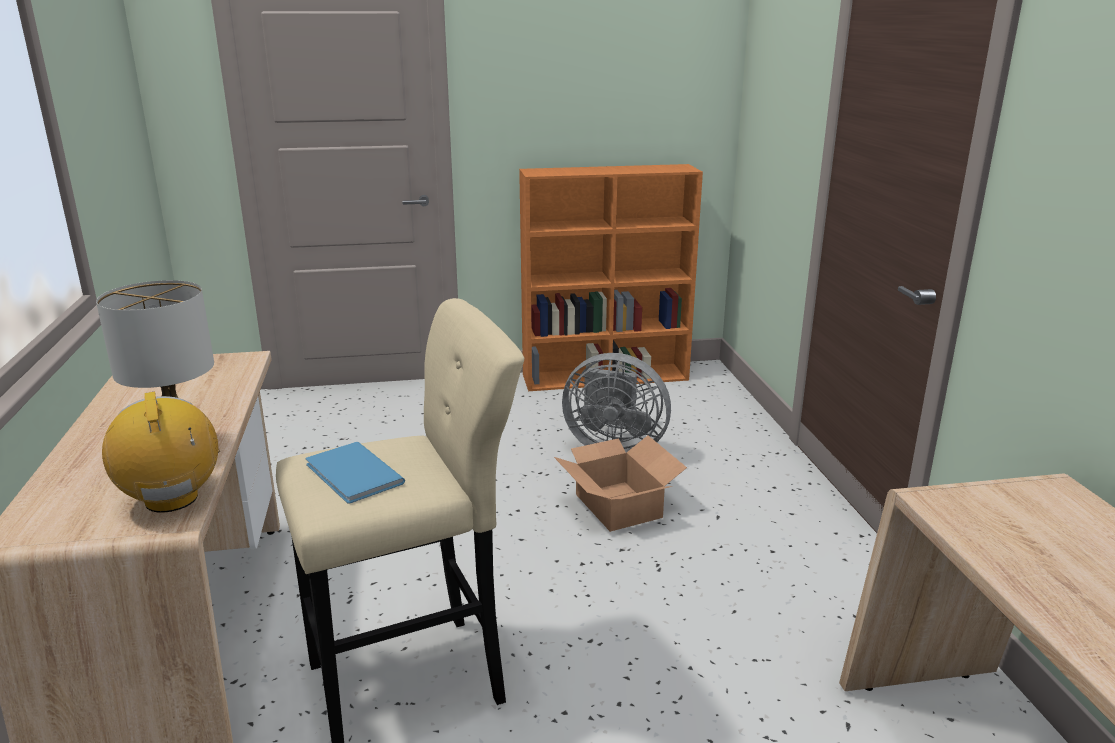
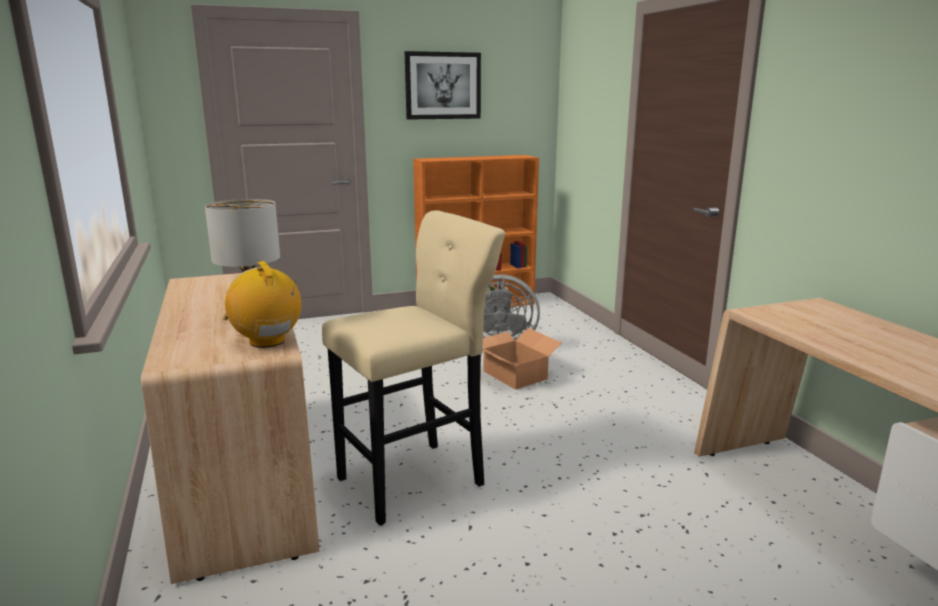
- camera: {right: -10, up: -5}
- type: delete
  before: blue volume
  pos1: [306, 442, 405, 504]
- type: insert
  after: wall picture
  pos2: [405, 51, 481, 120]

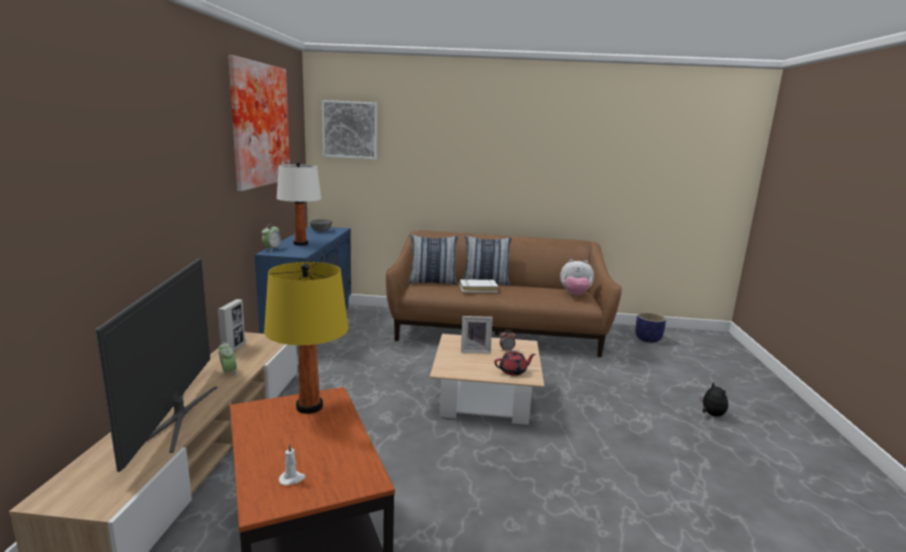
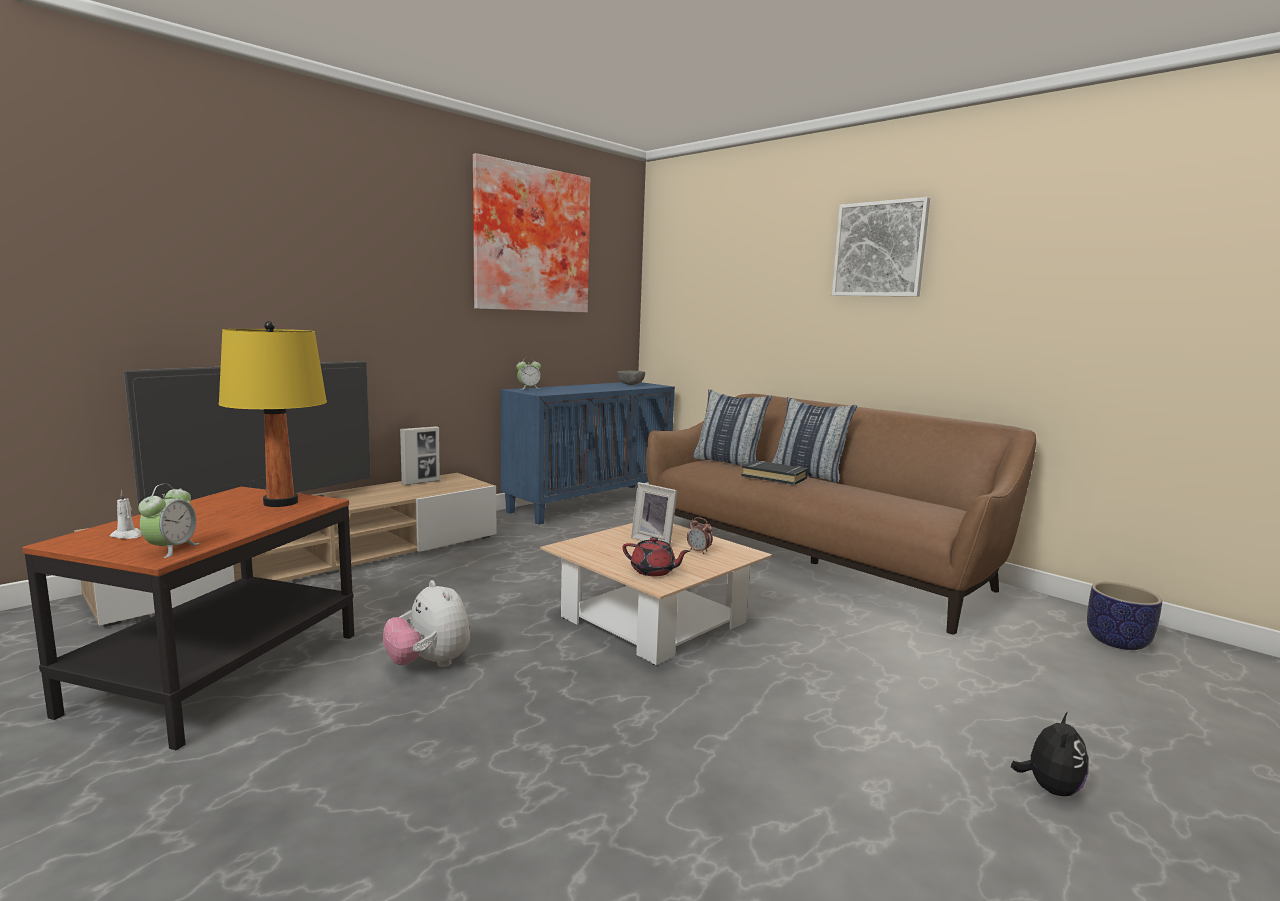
- camera: {right: 40, up: -5}
- type: move
  before: table clock
  pos1: [219, 342, 238, 376]
  pos2: [138, 483, 200, 558]
- type: delete
  before: white-coloured tabletop lamp
  pos1: [277, 162, 322, 246]
- type: move
  before: wall picture
  pos1: [322, 100, 377, 160]
  pos2: [832, 197, 930, 297]
- type: recolor
  before: white-coloured volume
  after: black volume
  pos1: [460, 279, 498, 293]
  pos2: [741, 461, 808, 485]
- type: move
  before: soft toy
  pos1: [560, 259, 594, 295]
  pos2: [383, 580, 470, 668]

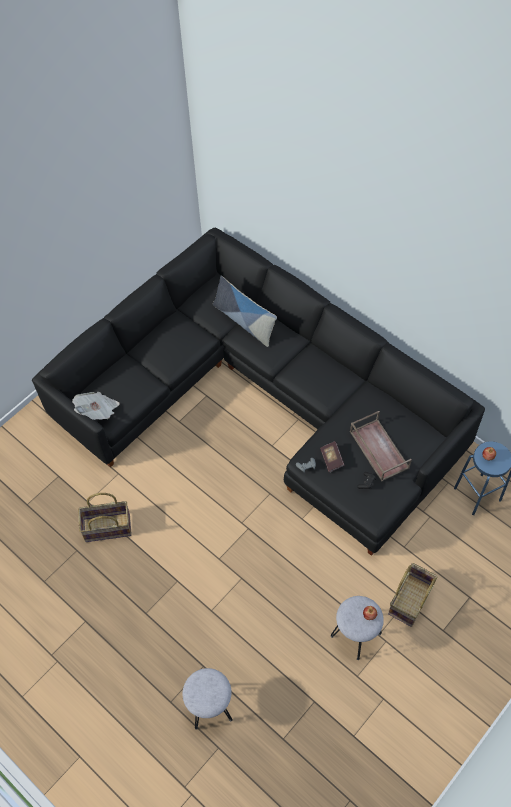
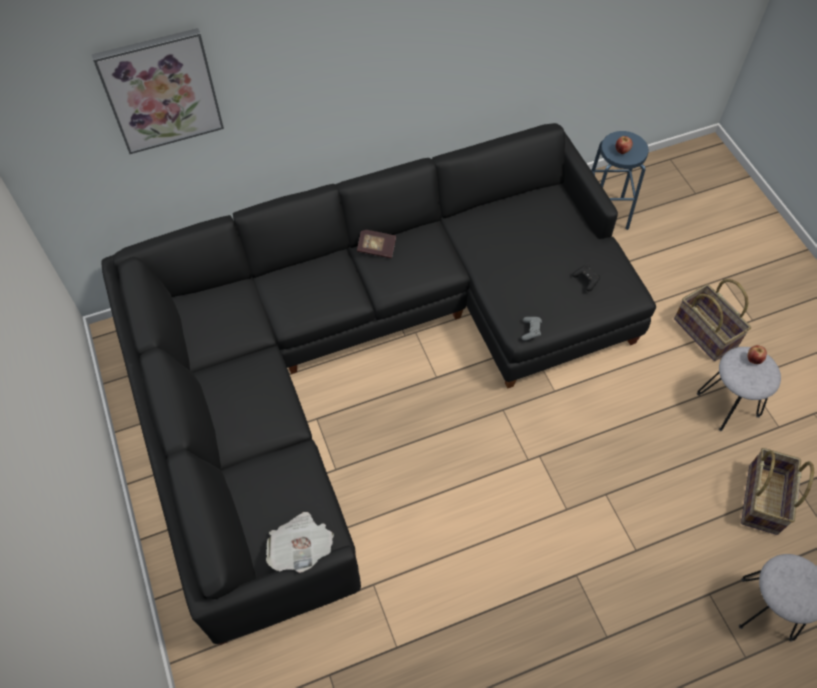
- camera: {right: -65, up: 0}
- type: move
  before: basket
  pos1: [78, 493, 132, 542]
  pos2: [741, 448, 814, 535]
- type: delete
  before: pillow
  pos1: [213, 276, 277, 347]
- type: move
  before: volume
  pos1: [320, 441, 344, 473]
  pos2: [357, 230, 396, 259]
- type: delete
  before: brown carrying tray
  pos1: [350, 411, 412, 482]
- type: insert
  after: wall picture
  pos2: [92, 28, 224, 154]

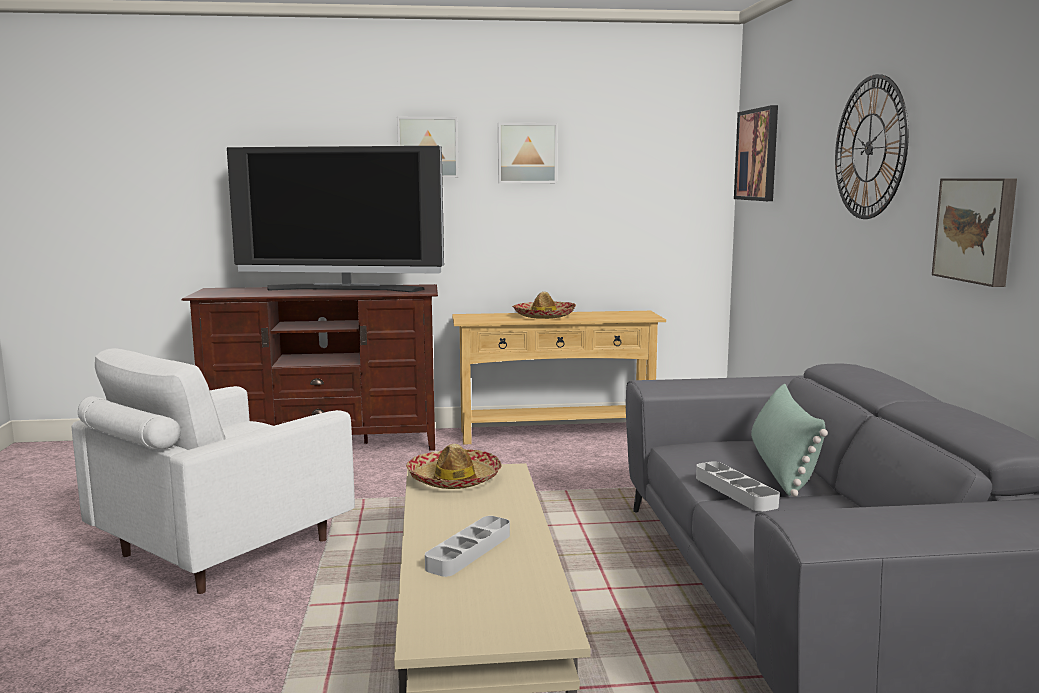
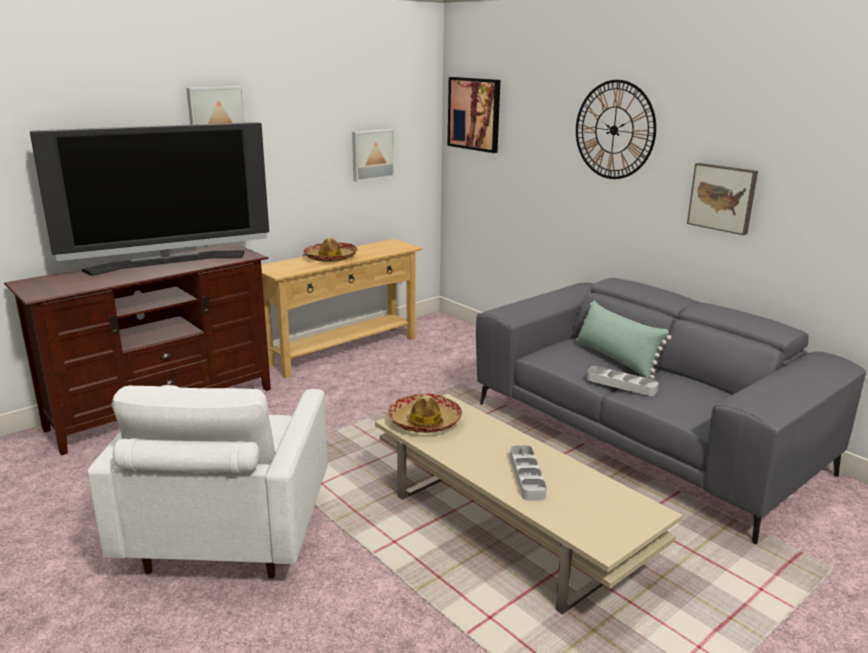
- camera: {right: -35, up: 10}
- type: move
  before: wall picture
  pos1: [498, 123, 557, 183]
  pos2: [352, 129, 395, 182]

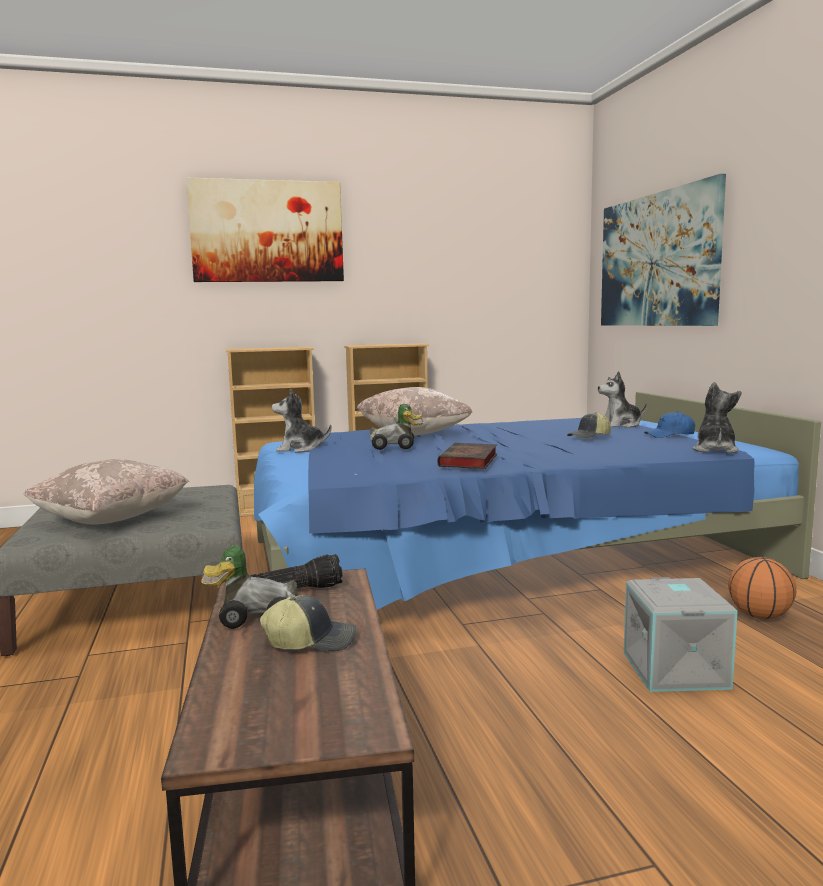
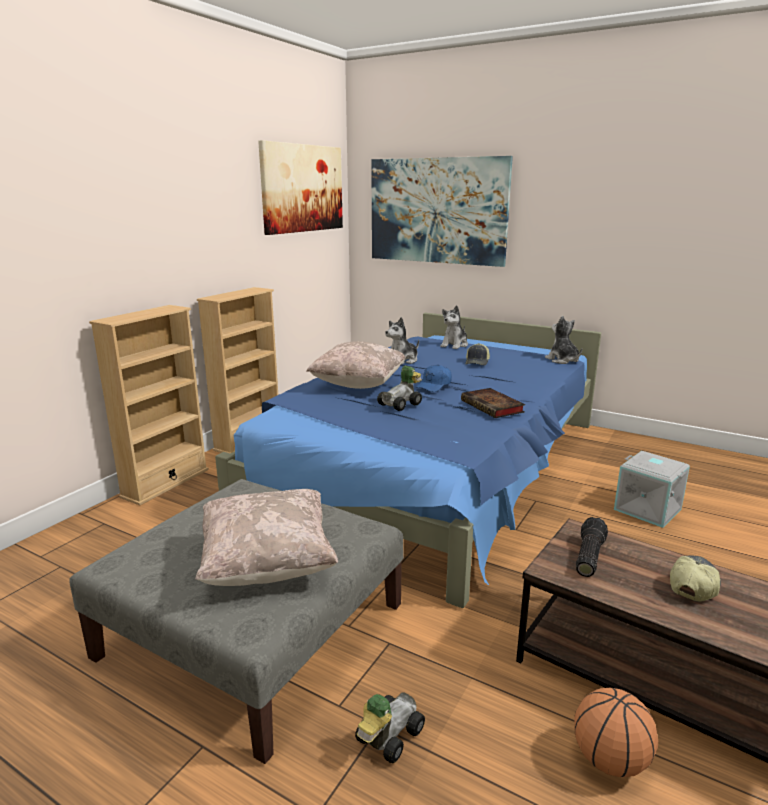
- camera: {right: -45, up: 10}
- type: move
  before: wall picture
  pos1: [186, 178, 344, 282]
  pos2: [258, 140, 343, 235]
- type: move
  before: miniature car
  pos1: [201, 545, 298, 629]
  pos2: [355, 692, 425, 763]
- type: move
  before: soft toy
  pos1: [272, 388, 331, 453]
  pos2: [385, 317, 419, 365]
- type: move
  before: blue cap
  pos1: [644, 411, 695, 438]
  pos2: [415, 365, 452, 392]
- type: move
  before: basketball ball
  pos1: [728, 557, 796, 619]
  pos2: [574, 688, 658, 777]

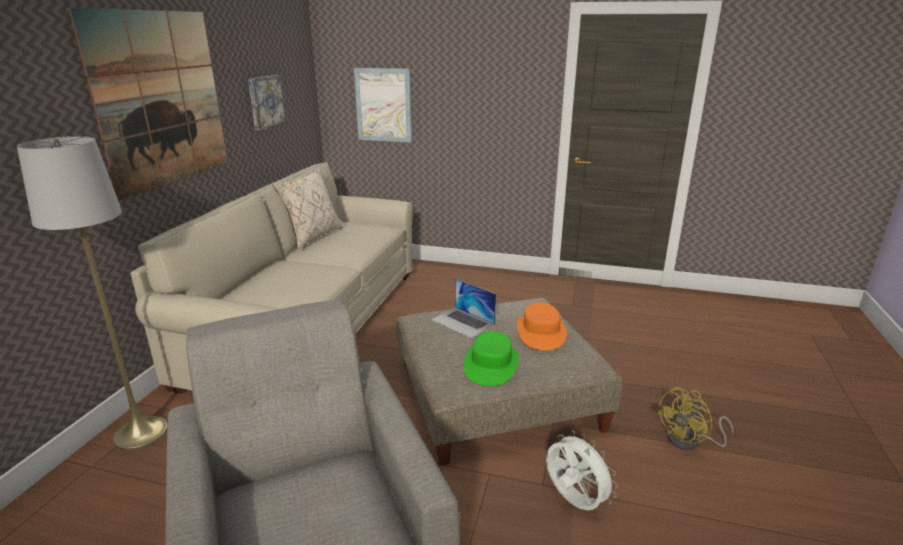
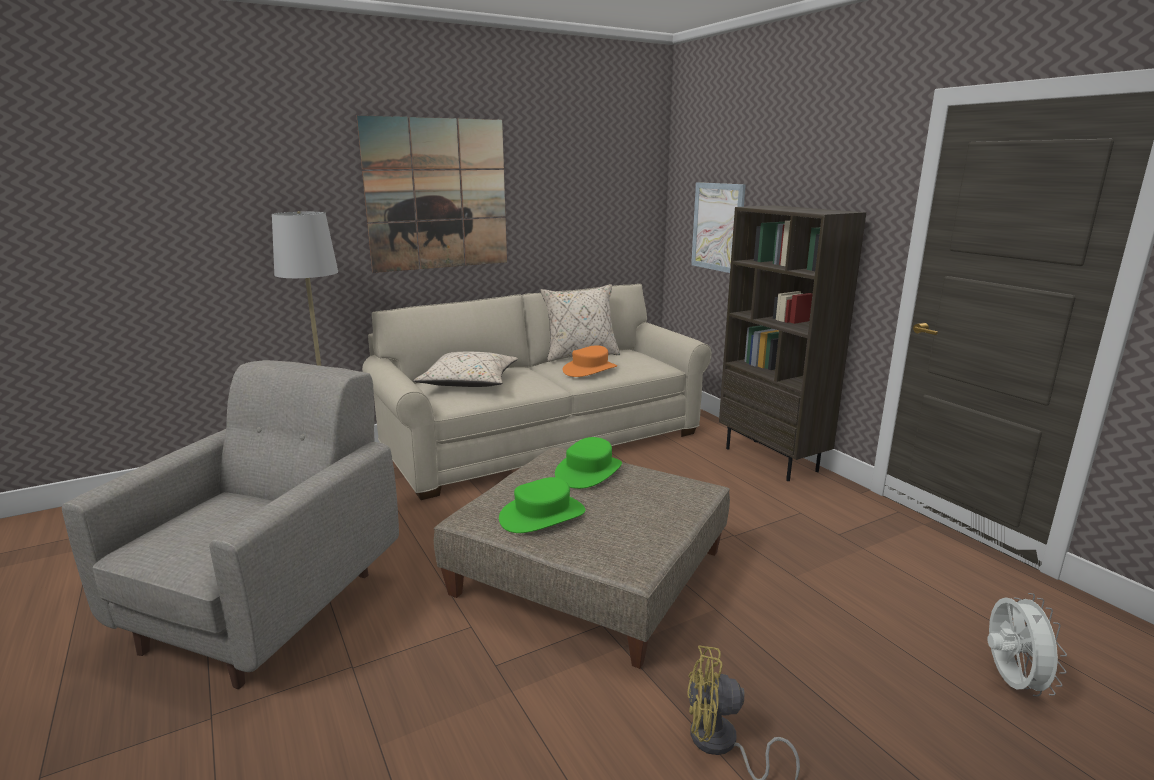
- camera: {right: 45, up: -5}
- type: delete
  before: wall picture
  pos1: [248, 75, 286, 131]
- type: replace
  before: laptop
  after: greenish clothing hat
  pos1: [431, 279, 496, 339]
  pos2: [555, 437, 622, 489]
- type: move
  before: orangey clothing hat
  pos1: [517, 303, 567, 351]
  pos2: [563, 345, 617, 377]
- type: move
  before: white-coloured cooling fan
  pos1: [546, 430, 618, 510]
  pos2: [987, 593, 1067, 696]
- type: insert
  after: sand-coloured pillow
  pos2: [413, 352, 518, 387]
- type: insert
  after: brown bookcase
  pos2: [719, 205, 866, 481]

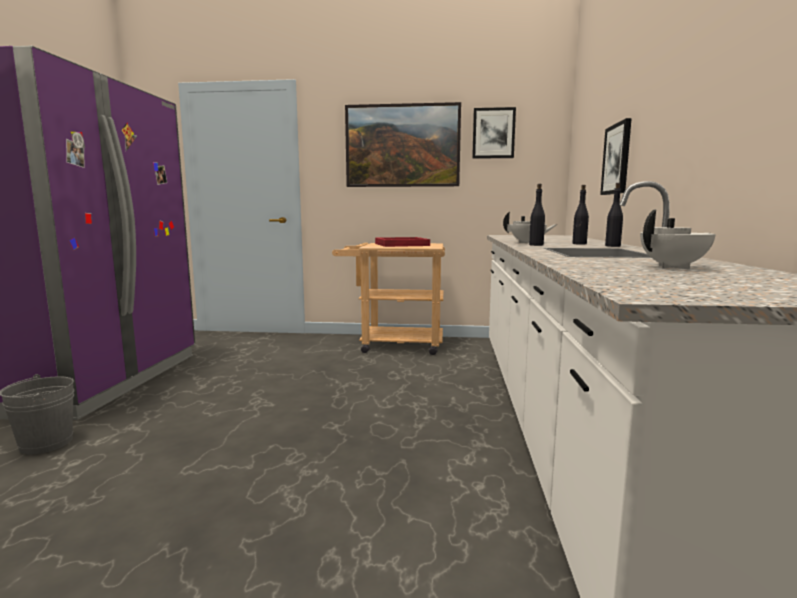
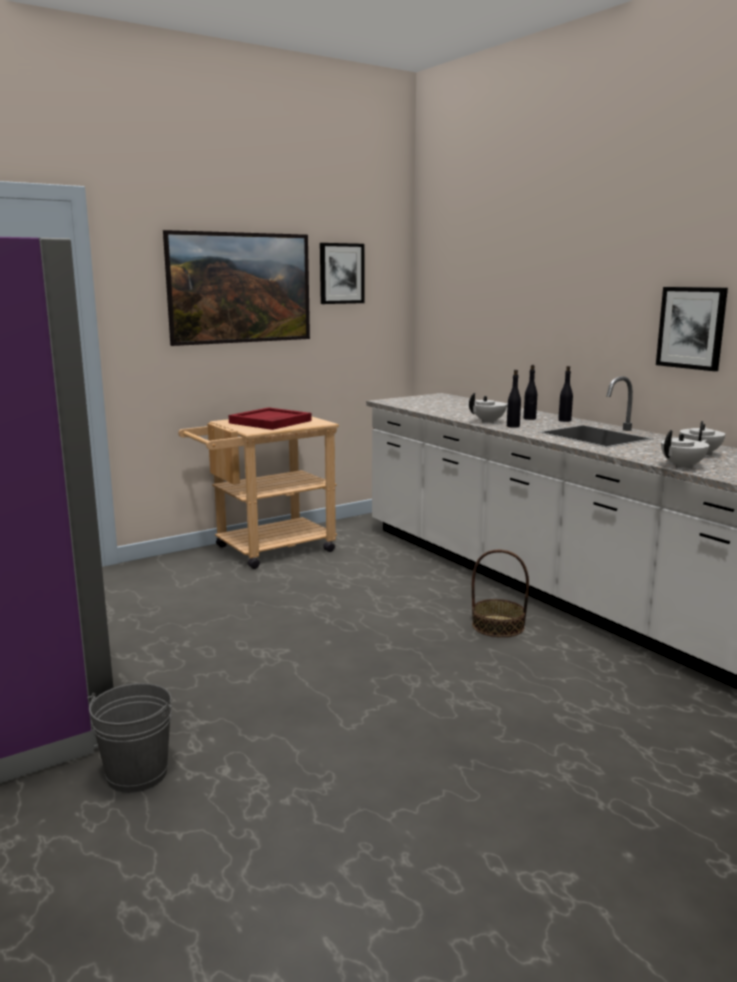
- camera: {right: -40, up: 5}
- type: move
  before: wall picture
  pos1: [600, 118, 632, 195]
  pos2: [656, 287, 728, 371]
- type: insert
  after: basket
  pos2: [472, 550, 529, 637]
- type: insert
  after: white-coloured tea pot
  pos2: [661, 430, 709, 469]

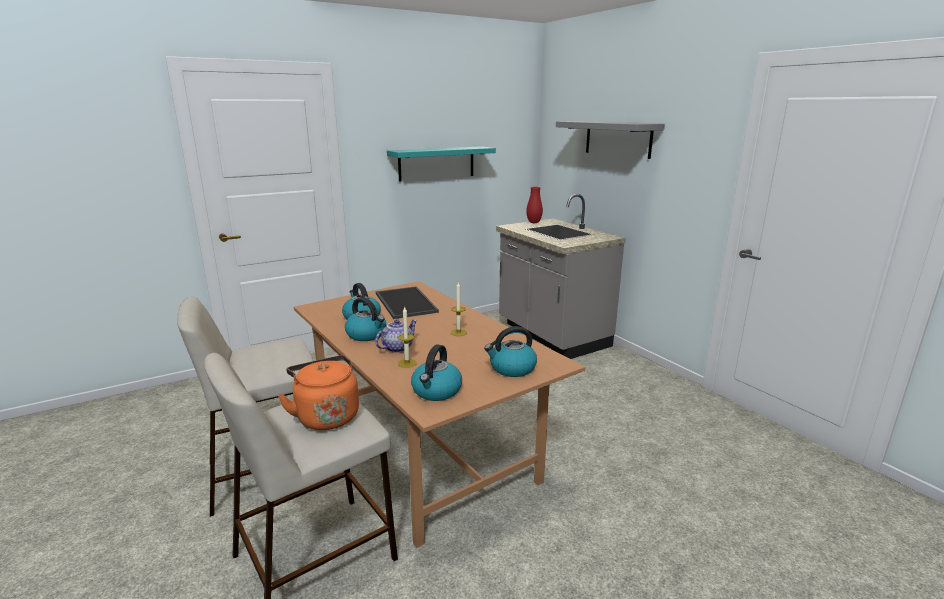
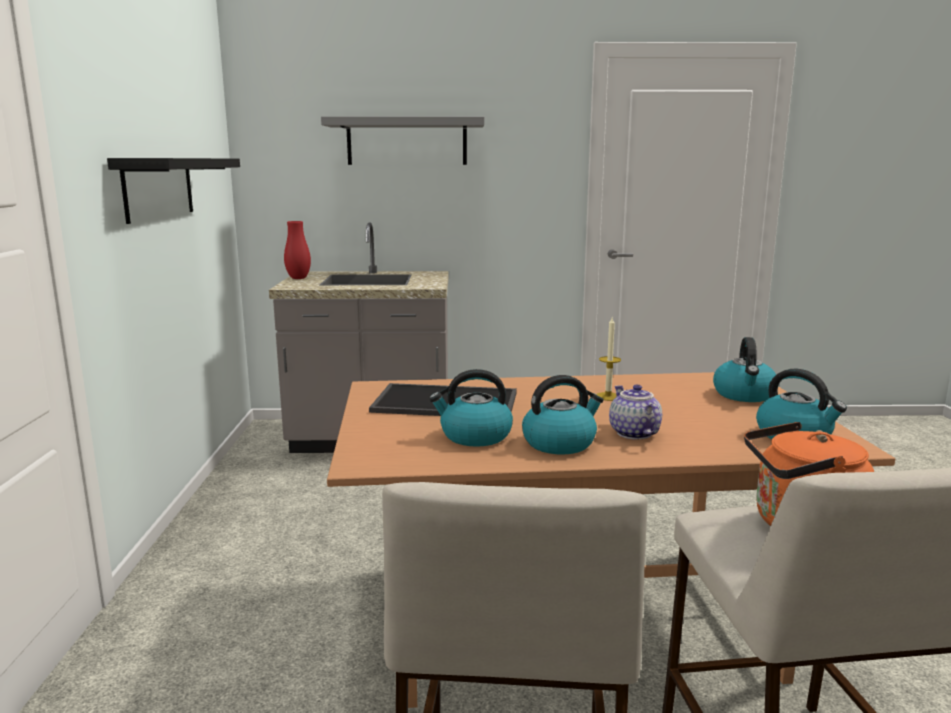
- camera: {right: -60, up: -5}
- type: recolor
  before: turquoise bracket shelf
  after: black bracket shelf
  pos1: [387, 146, 496, 181]
  pos2: [107, 158, 240, 224]
- type: delete
  before: candle
  pos1: [398, 307, 417, 368]

